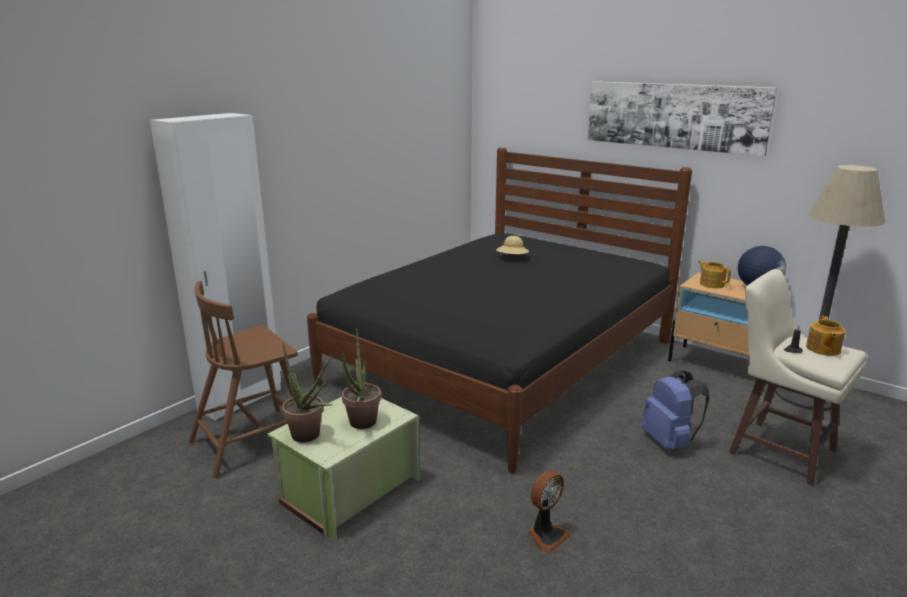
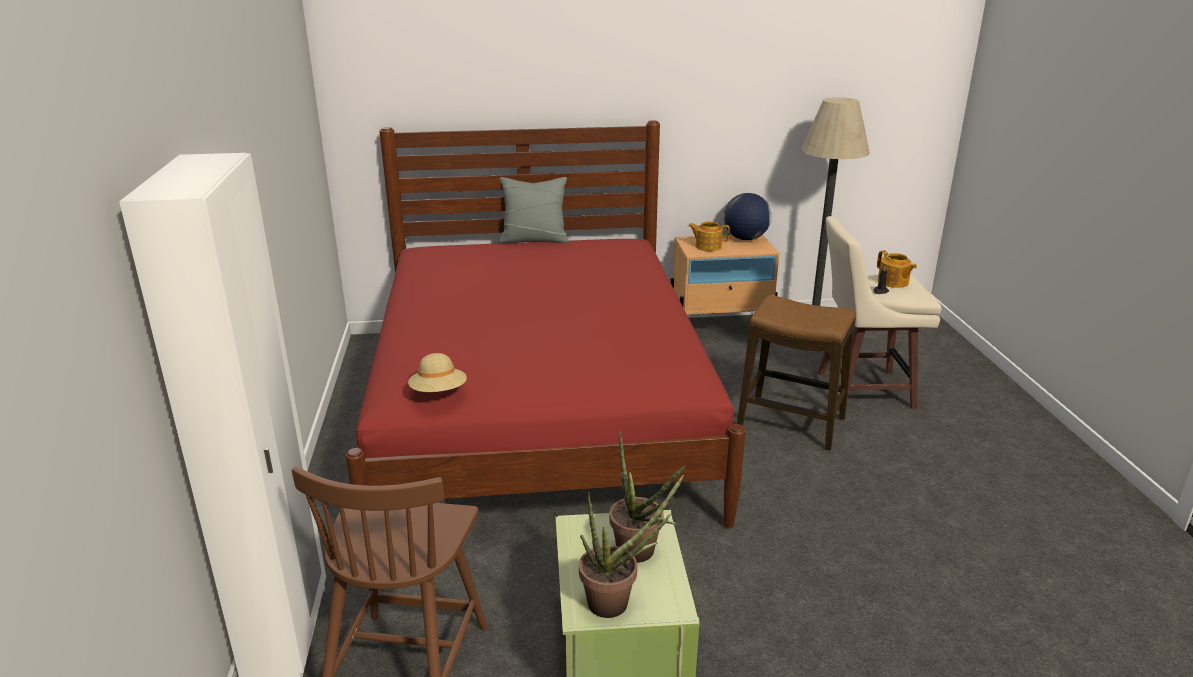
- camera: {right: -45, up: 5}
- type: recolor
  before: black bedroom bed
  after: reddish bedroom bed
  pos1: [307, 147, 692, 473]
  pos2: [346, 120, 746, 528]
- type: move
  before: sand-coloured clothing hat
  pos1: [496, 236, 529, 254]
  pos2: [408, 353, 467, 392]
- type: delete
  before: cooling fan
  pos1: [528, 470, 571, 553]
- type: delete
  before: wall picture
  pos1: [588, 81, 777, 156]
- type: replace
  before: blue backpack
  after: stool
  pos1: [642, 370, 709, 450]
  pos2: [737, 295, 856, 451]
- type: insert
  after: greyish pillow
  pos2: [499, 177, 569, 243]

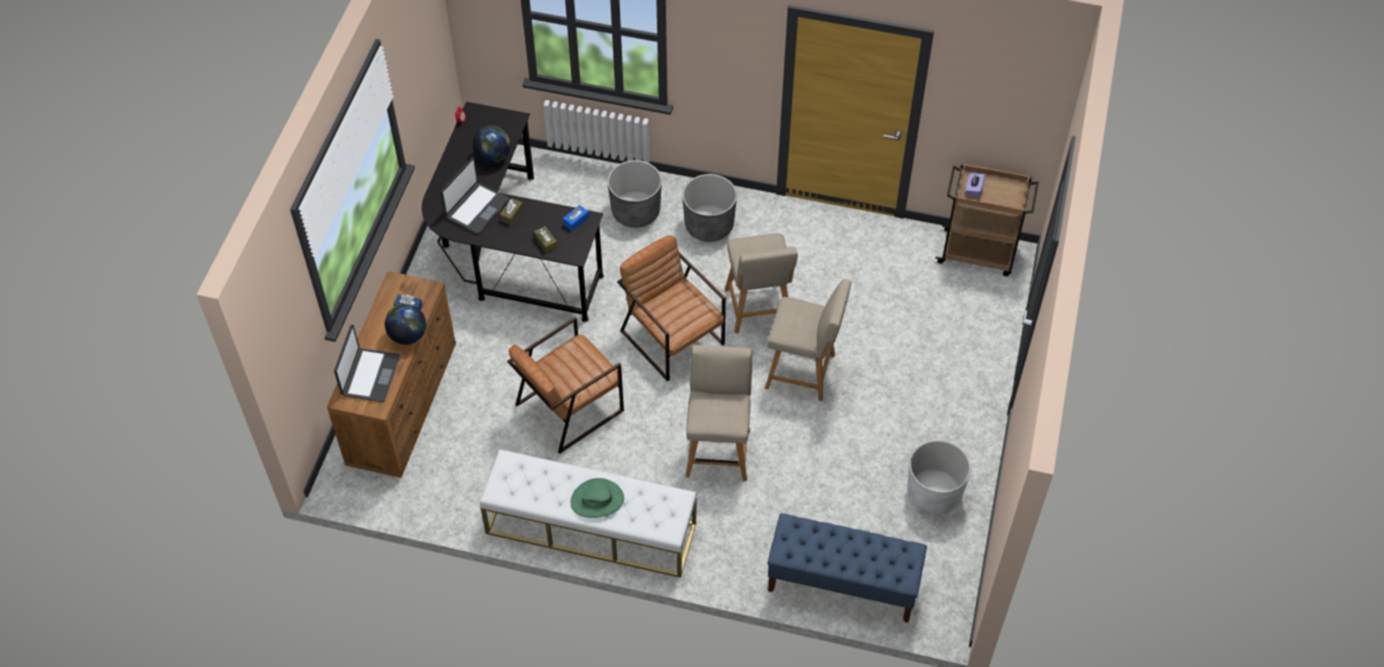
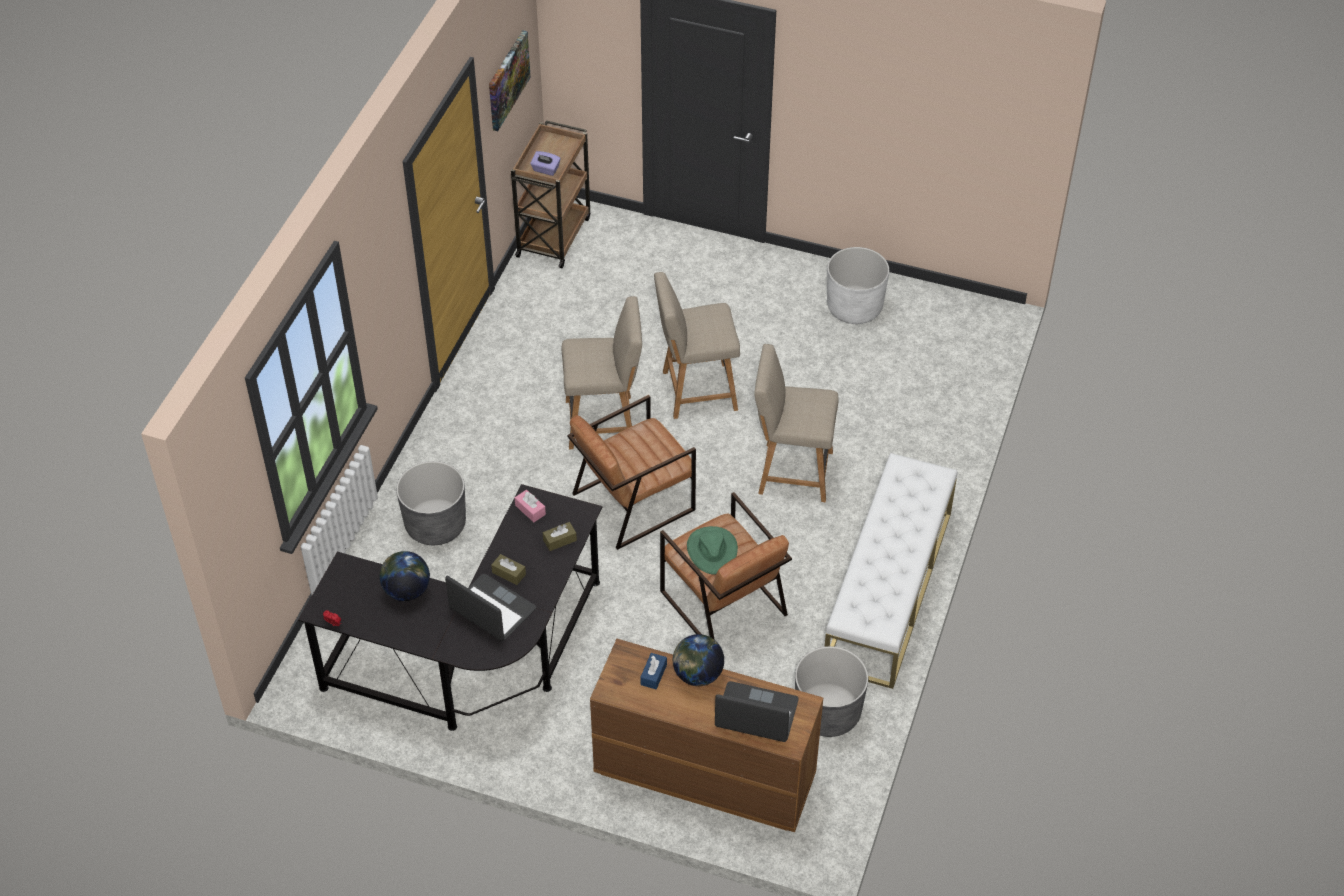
- camera: {right: -85, up: -5}
- type: recolor
  before: blue box of tissues
  after: pinkish box of tissues
  pos1: [563, 205, 589, 231]
  pos2: [515, 490, 546, 522]
- type: move
  before: greenish clothing hat
  pos1: [571, 478, 624, 518]
  pos2: [687, 526, 738, 575]
- type: move
  before: greyish planter
  pos1: [682, 174, 737, 242]
  pos2: [795, 646, 868, 737]
- type: rotate
  before: sand-coloured upright chair
  pos1: [765, 279, 851, 401]
  pos2: [654, 272, 740, 419]
  turn: -120
- type: delete
  before: blue long seat
  pos1: [767, 513, 927, 623]
- type: insert
  after: wall picture
  pos2: [489, 30, 531, 131]

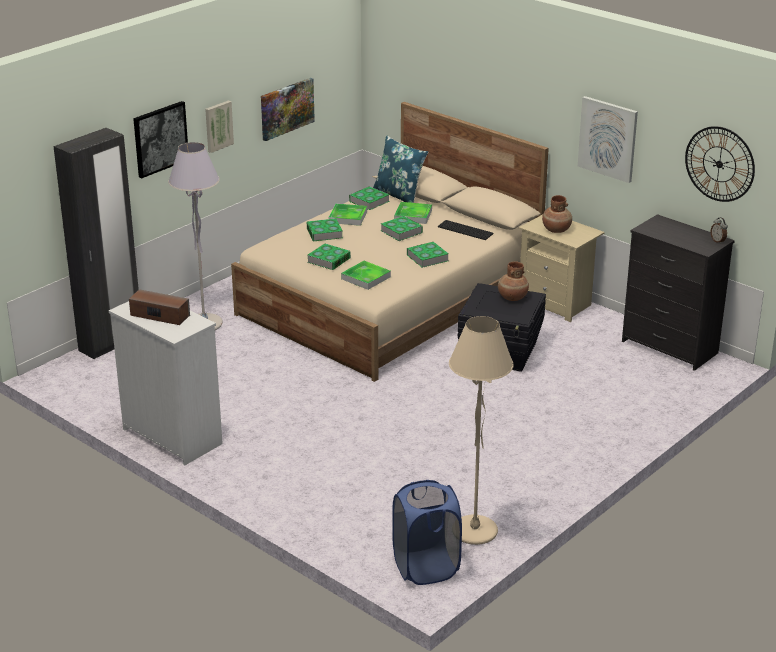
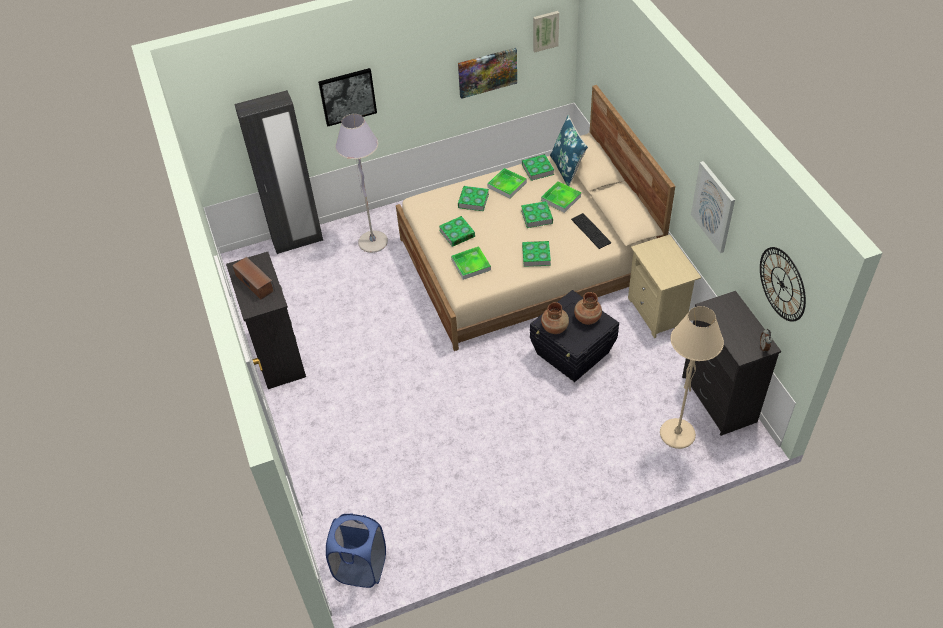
- camera: {right: 30, up: 20}
- type: recolor
  before: white-coloured drawer chest
  after: black drawer chest
  pos1: [109, 301, 223, 465]
  pos2: [226, 252, 306, 389]
- type: move
  before: wall picture
  pos1: [205, 100, 234, 153]
  pos2: [533, 11, 559, 52]
- type: move
  before: sand-coloured floor lamp
  pos1: [449, 316, 514, 545]
  pos2: [660, 306, 724, 449]
- type: move
  before: brown vase
  pos1: [542, 195, 572, 233]
  pos2: [541, 302, 569, 334]

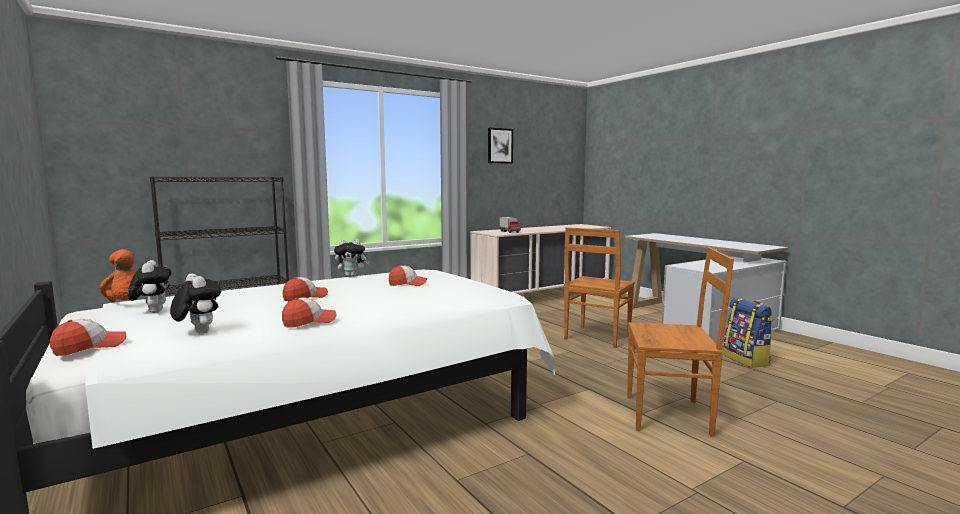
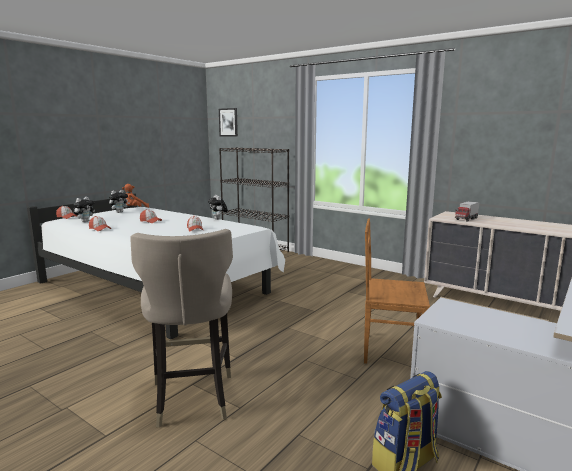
- camera: {right: 70, up: 5}
- type: move
  before: wall picture
  pos1: [488, 128, 513, 164]
  pos2: [219, 108, 238, 137]
- type: replace
  before: brown upright chair
  after: sand-coloured stool
  pos1: [627, 247, 734, 437]
  pos2: [130, 229, 233, 428]

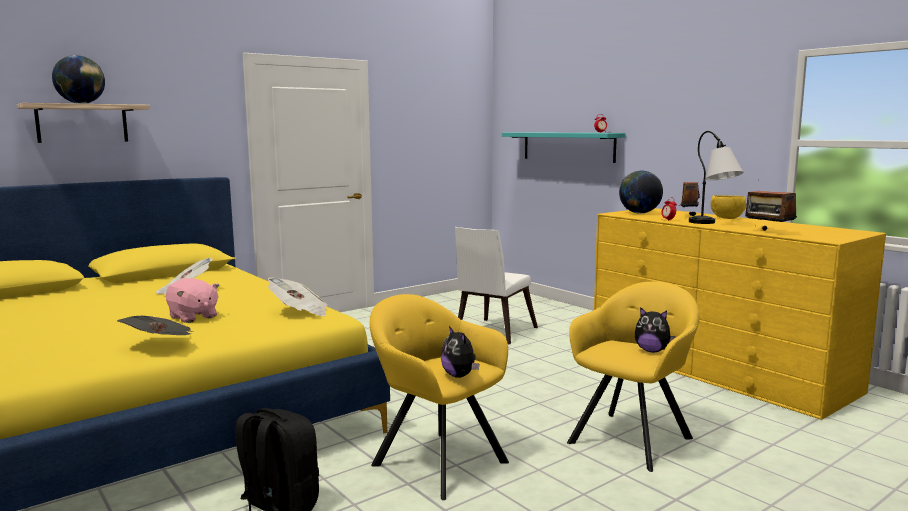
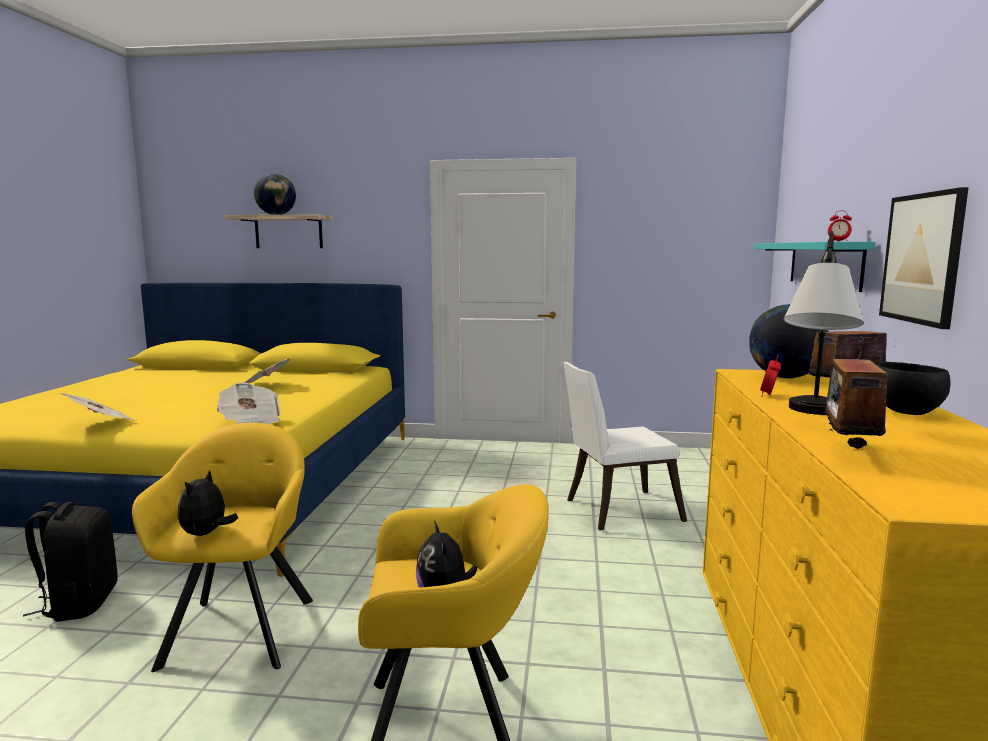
- camera: {right: 45, up: 0}
- type: delete
  before: pinkish soft toy
  pos1: [166, 278, 219, 323]
- type: recolor
  before: yellow-coloured deep dish
  after: black deep dish
  pos1: [711, 195, 746, 219]
  pos2: [877, 362, 951, 415]
- type: insert
  after: wall picture
  pos2: [879, 187, 969, 329]

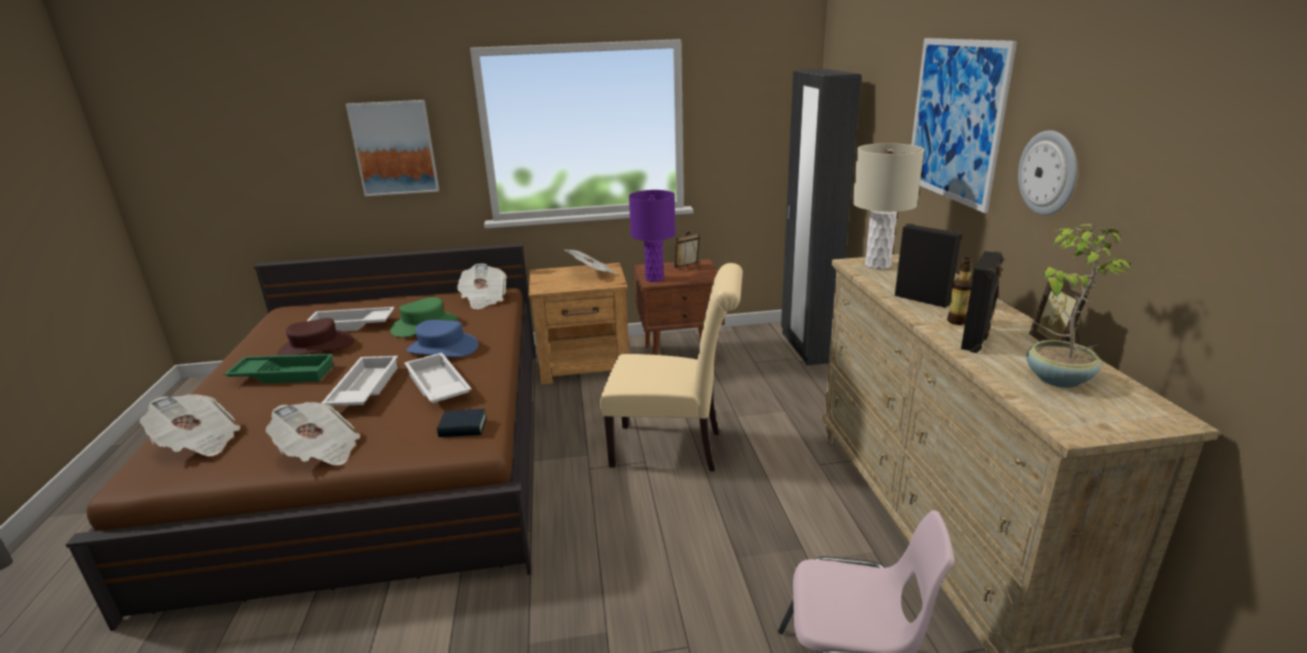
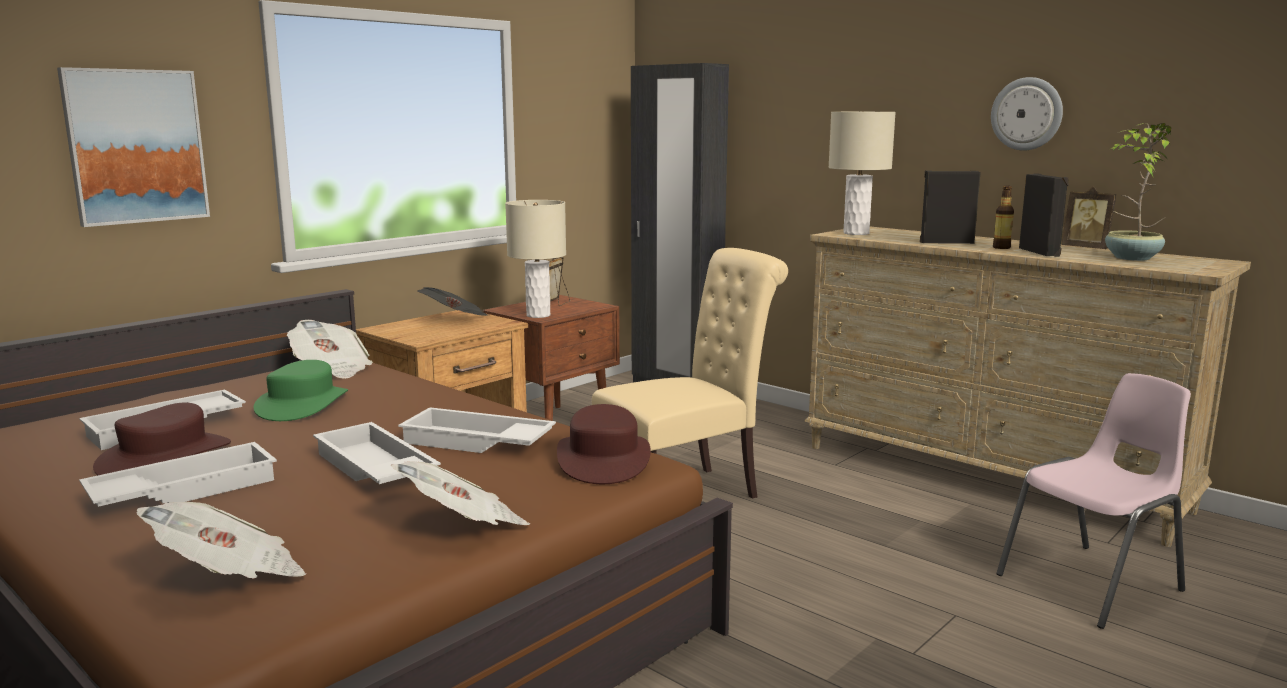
- camera: {right: -40, up: -10}
- type: recolor
  before: greenish carrying tray
  after: white-coloured carrying tray
  pos1: [223, 354, 334, 384]
  pos2: [79, 442, 277, 507]
- type: delete
  before: blue clothing hat
  pos1: [407, 320, 478, 357]
- type: replace
  before: volume
  after: brown clothing hat
  pos1: [437, 409, 487, 437]
  pos2: [557, 404, 651, 484]
- type: recolor
  before: purplish tabletop lamp
  after: sand-coloured tabletop lamp
  pos1: [629, 190, 676, 282]
  pos2: [505, 200, 566, 318]
- type: delete
  before: wall picture
  pos1: [911, 38, 1017, 213]

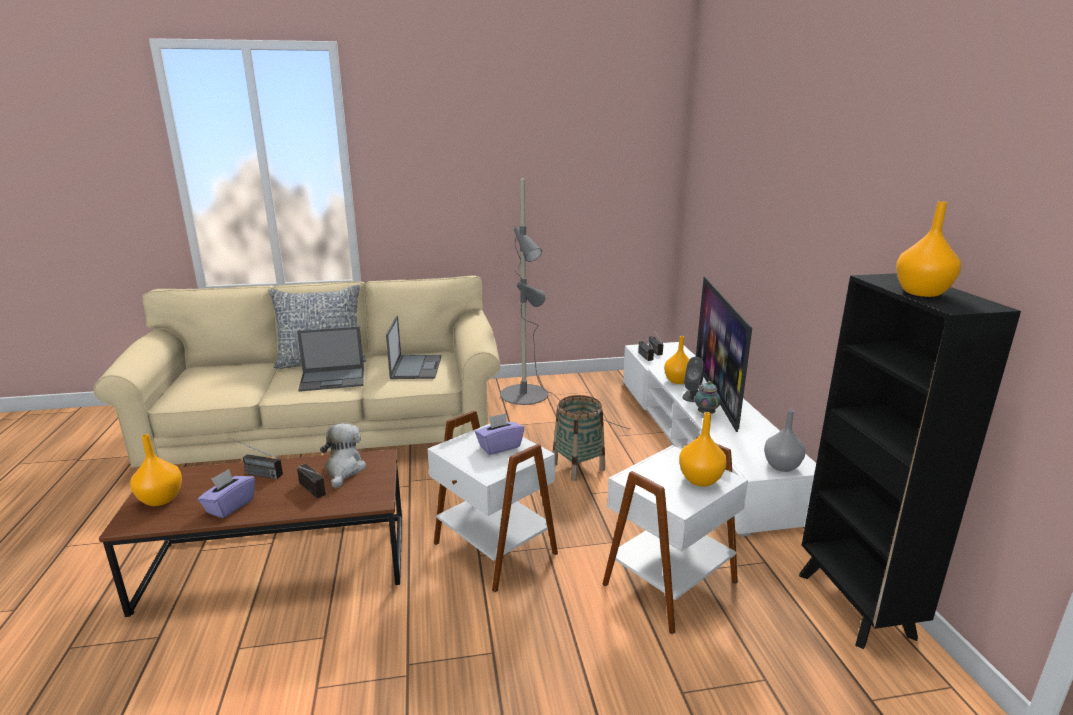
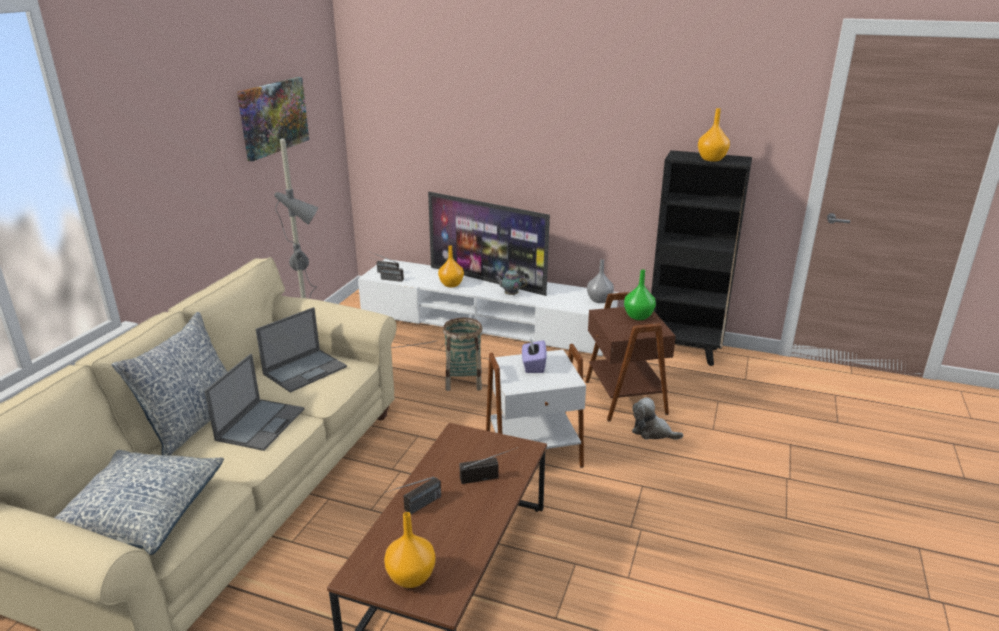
- camera: {right: -60, up: 5}
- type: delete
  before: purplish box of tissues
  pos1: [198, 469, 255, 518]
- type: move
  before: soft toy
  pos1: [320, 423, 366, 488]
  pos2: [632, 397, 683, 439]
- type: rotate
  before: laptop
  pos1: [386, 316, 441, 379]
  pos2: [256, 307, 347, 393]
  turn: 105
- type: recolor
  before: white-coloured side table
  after: brown side table
  pos1: [603, 436, 748, 634]
  pos2: [585, 292, 676, 422]
- type: recolor
  before: orangey vase
  after: greenish vase
  pos1: [679, 412, 727, 487]
  pos2: [624, 269, 656, 320]
- type: delete
  before: greyish speaker
  pos1: [682, 357, 705, 402]
- type: insert
  after: pillow
  pos2: [54, 450, 224, 555]
- type: insert
  after: wall picture
  pos2: [237, 77, 309, 161]

